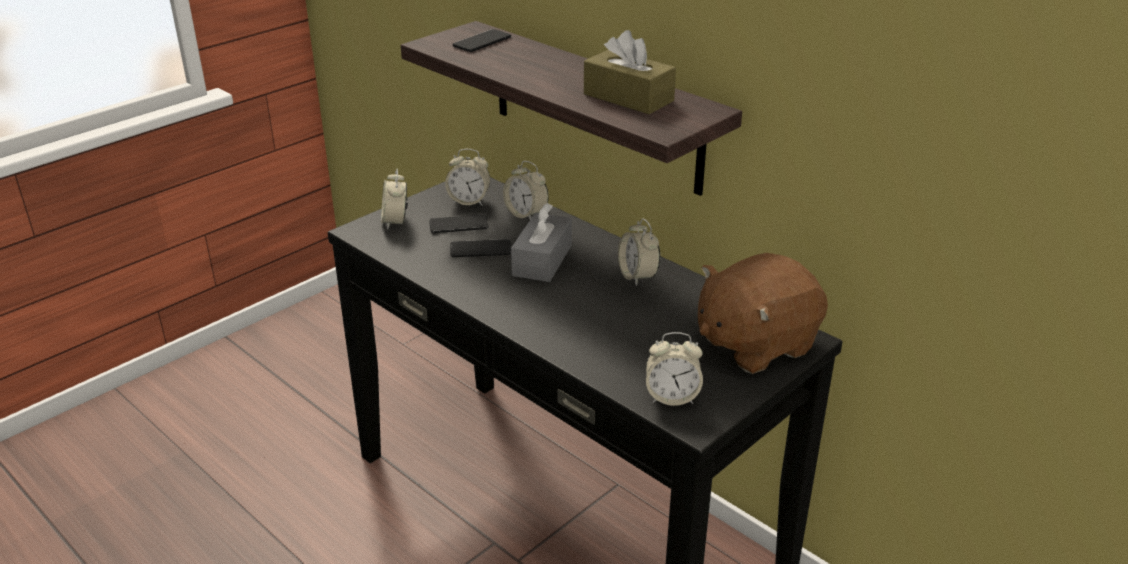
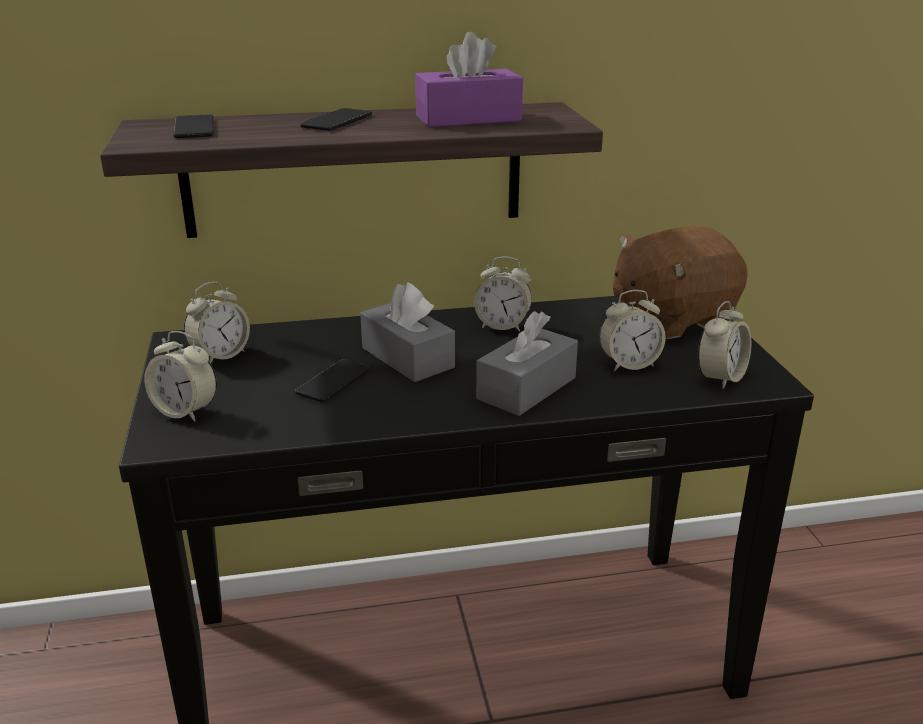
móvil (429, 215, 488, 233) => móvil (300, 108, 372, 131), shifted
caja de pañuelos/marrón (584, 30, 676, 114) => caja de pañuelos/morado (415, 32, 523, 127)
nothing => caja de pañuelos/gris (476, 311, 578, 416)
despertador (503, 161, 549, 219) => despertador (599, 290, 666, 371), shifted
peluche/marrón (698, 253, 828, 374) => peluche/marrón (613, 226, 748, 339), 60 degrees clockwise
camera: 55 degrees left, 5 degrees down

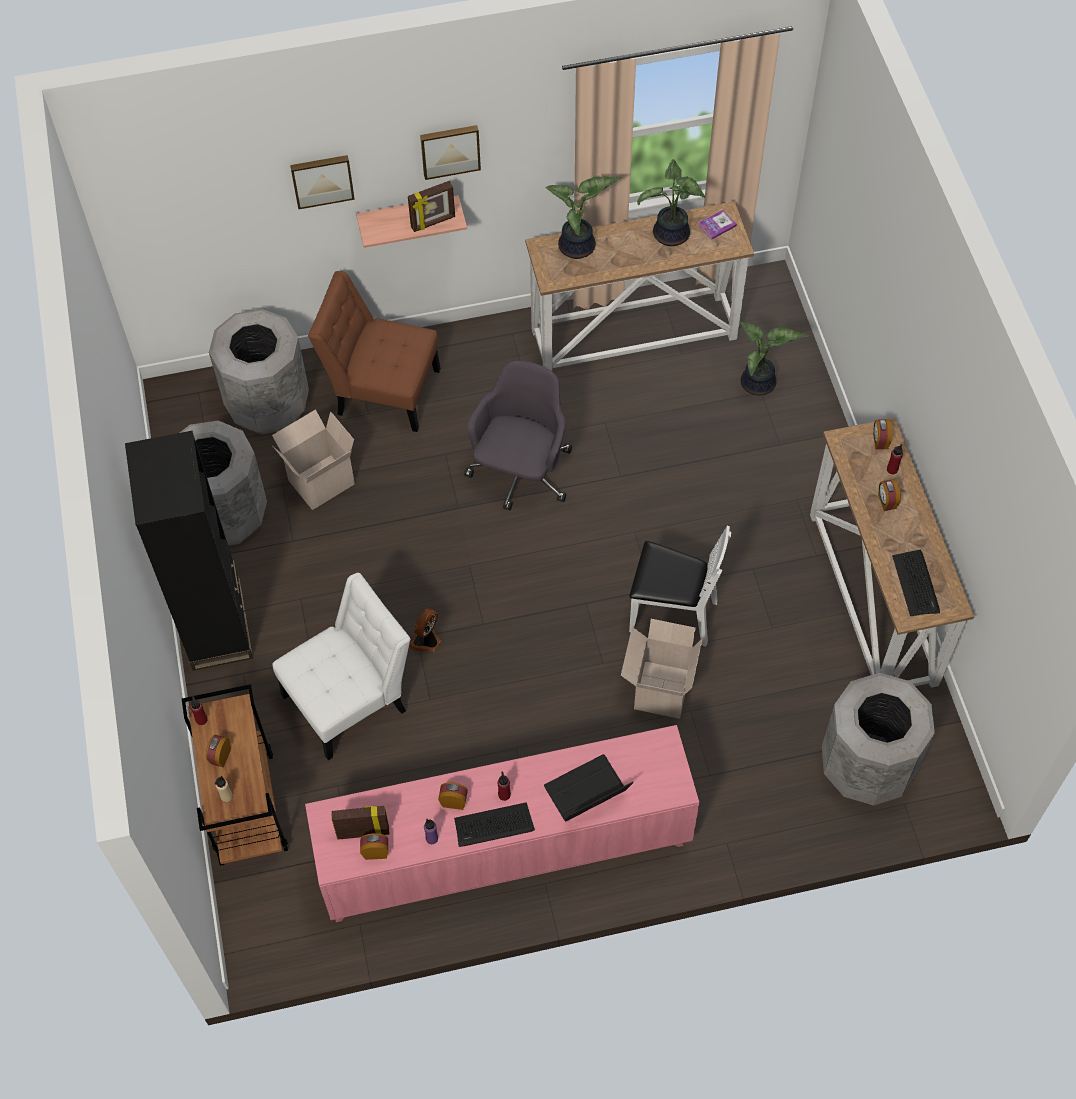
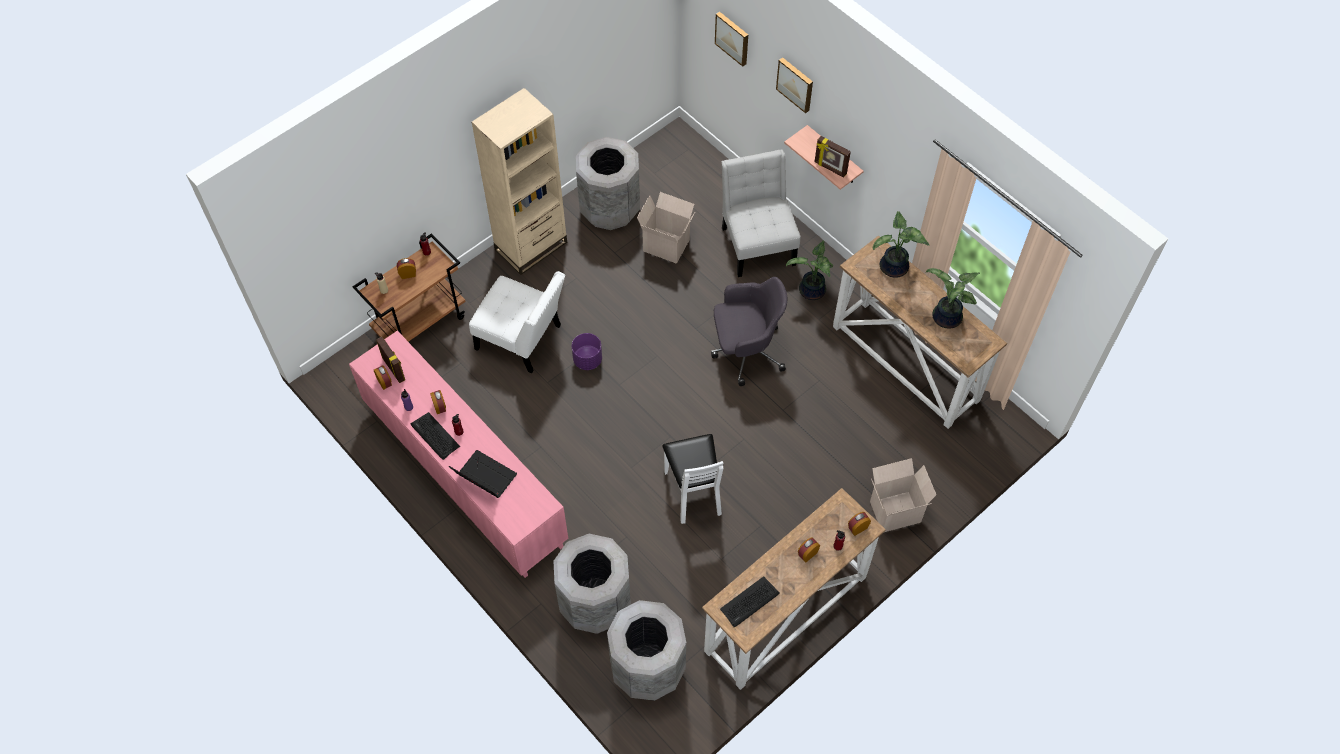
estantería/negro (125, 431, 253, 671) => estantería/beis (472, 88, 567, 275)
papelera/gris (209, 309, 309, 434) => papelera/gris (554, 534, 631, 634), shifted
ventilador (409, 608, 441, 652) => maceta/morado (572, 333, 602, 370)
cuadro (420, 125, 481, 180) => cuadro (715, 12, 748, 67), shifted
silla/marrón (308, 271, 441, 432) => silla/blanco (722, 150, 800, 277)
planta en maceta (740, 322, 809, 396) => planta en maceta (786, 241, 833, 300), shifted
caja de cartón (621, 619, 702, 719) => caja de cartón (870, 458, 936, 532), shifted
libro (698, 210, 737, 240) => nothing
camera: 60 degrees right, 0 degrees up

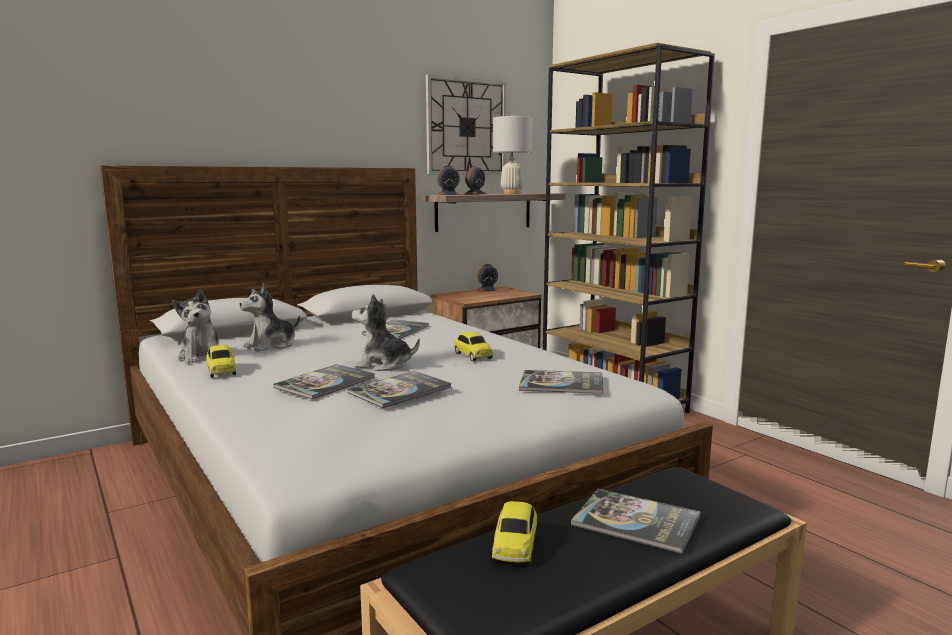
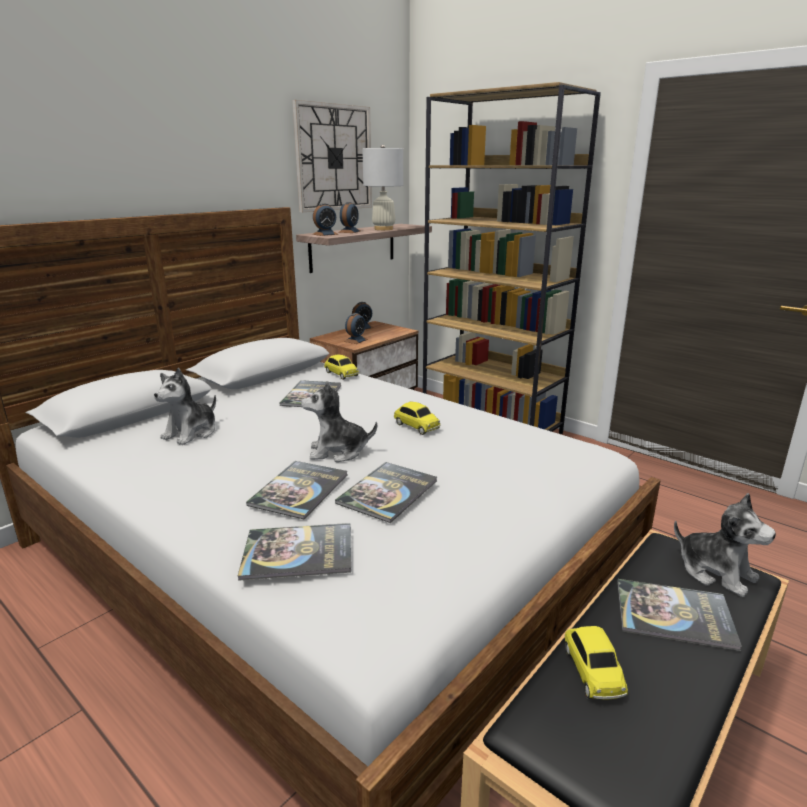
libro (519, 370, 603, 394) => libro (238, 523, 351, 581), shifted
coche de juguete (206, 345, 236, 378) => coche de juguete (324, 354, 359, 380), shifted
nothing => despertador (344, 313, 368, 344)
peluche (172, 289, 219, 364) => peluche (674, 493, 776, 597), shifted
camera: 15 degrees left, 10 degrees up

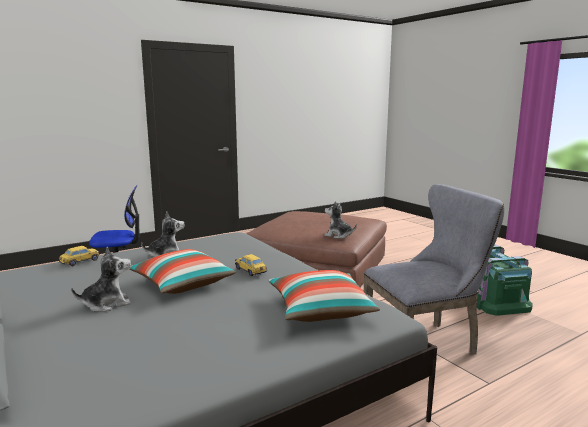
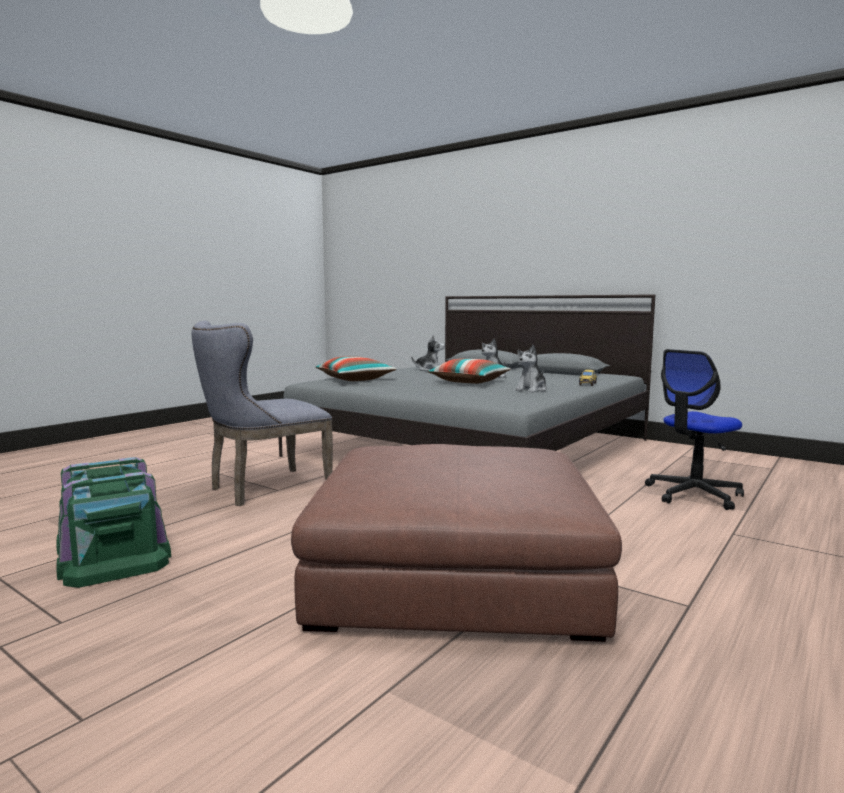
peluche (324, 201, 357, 239) => peluche (411, 335, 445, 371), shifted
coche de juguete (235, 254, 267, 276) => nothing
camera: 160 degrees right, 5 degrees down

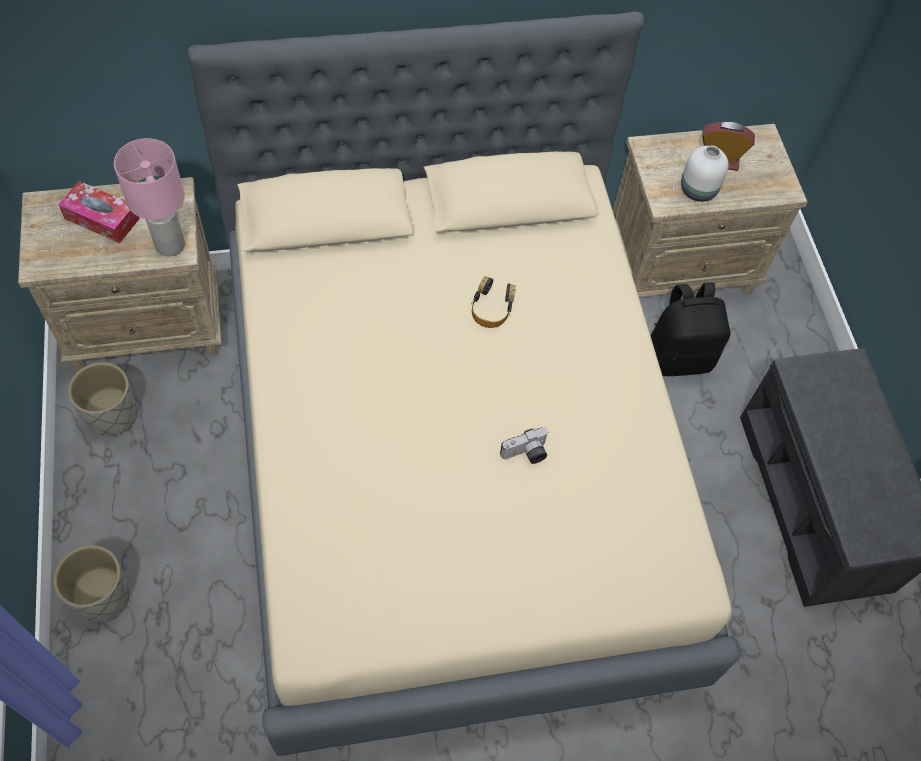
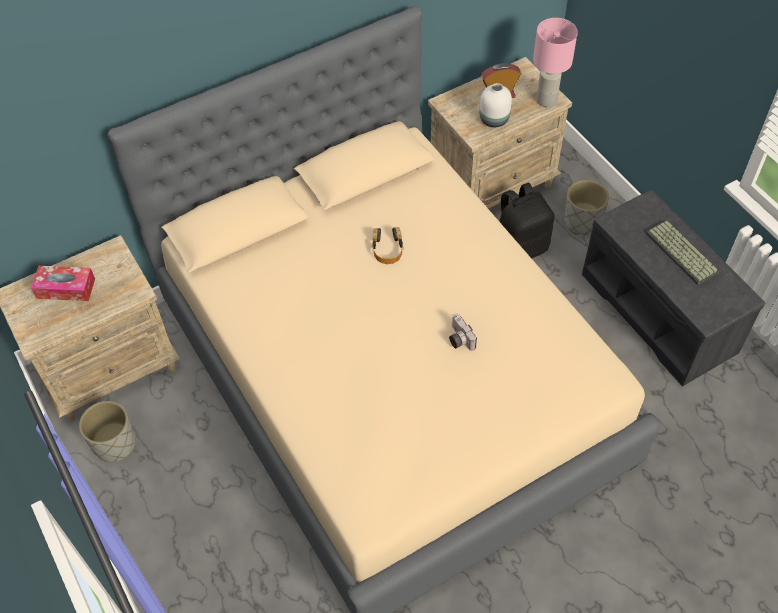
cámara (500, 427, 549, 464) => cámara (449, 313, 477, 351), 105 degrees clockwise
lámpara de mesa/rosa (114, 138, 185, 256) => lámpara de mesa/rosa (533, 18, 578, 107), shifted
maceta/gris (54, 545, 130, 622) => maceta/gris (565, 180, 609, 235), shifted
nothing => teclado (645, 220, 719, 285)
camera: 15 degrees left, 5 degrees down

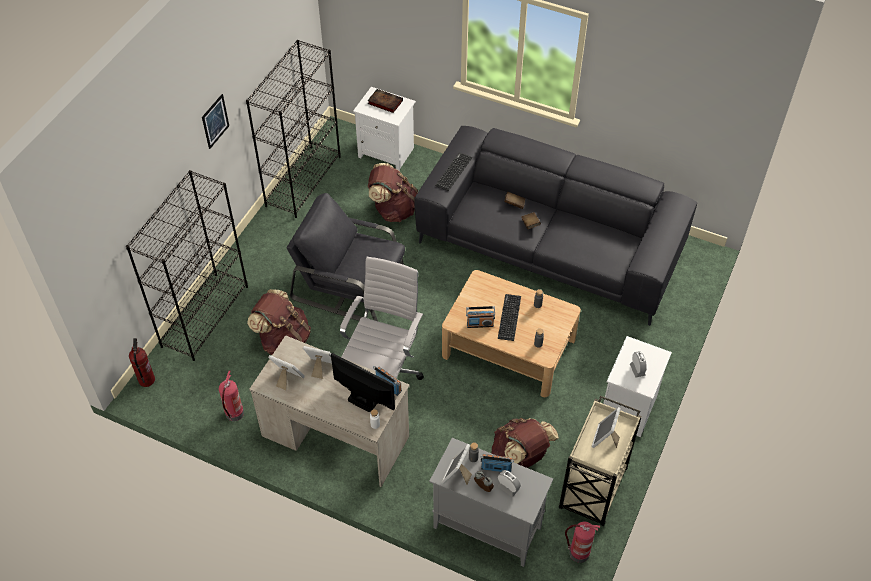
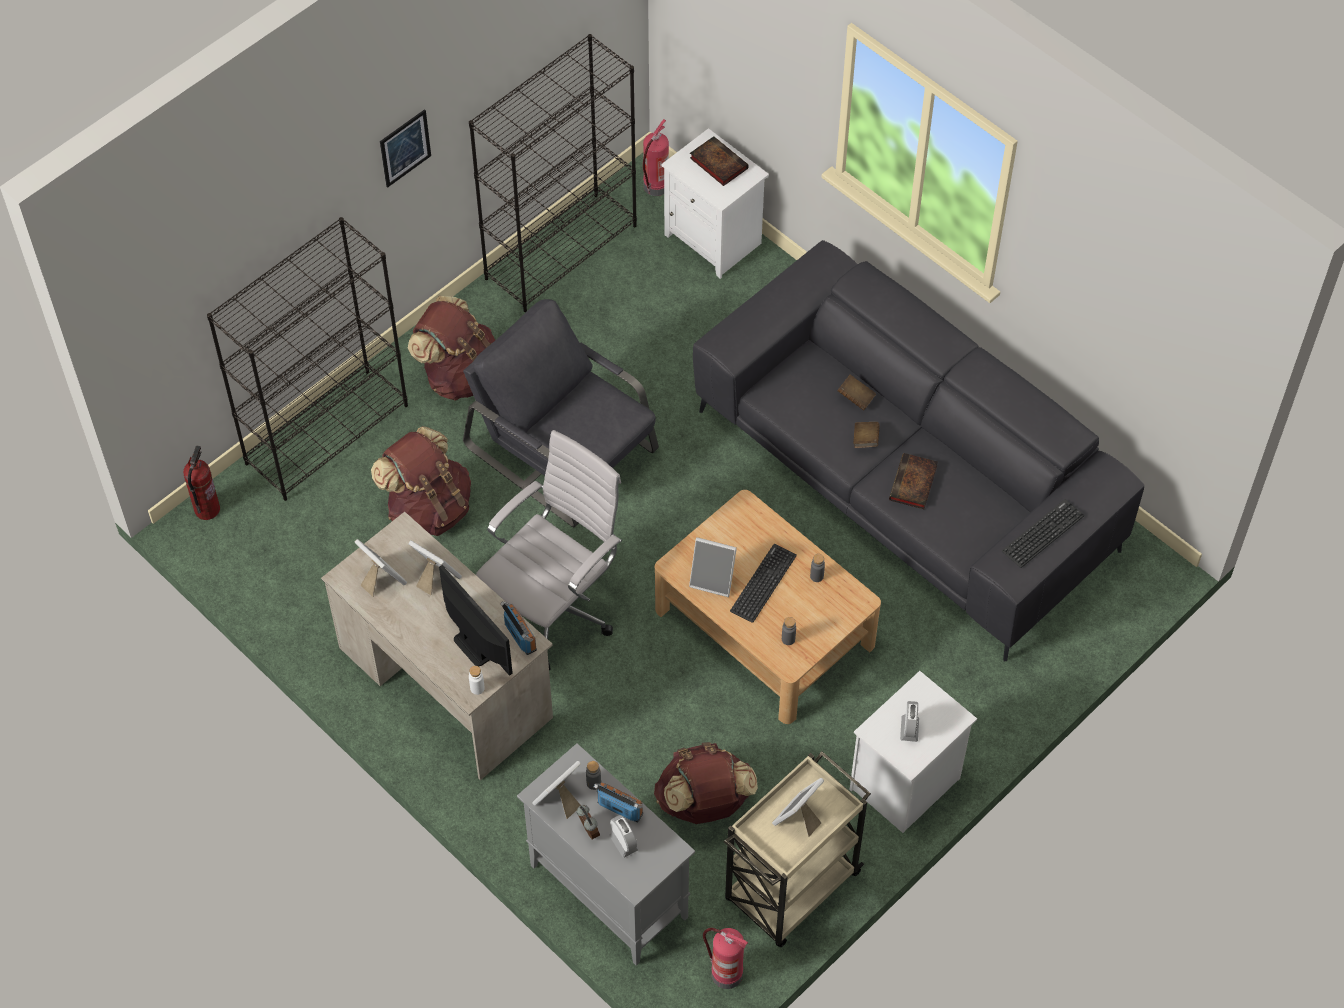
mochila/marrón (368, 163, 418, 222) => mochila/marrón (408, 296, 495, 401), shifted
extintor (219, 371, 244, 421) => extintor (643, 119, 669, 196), shifted
radio (466, 306, 495, 328) => portarretratos (689, 537, 737, 597)
nothing => libro (889, 453, 938, 509)
teclado (435, 152, 472, 191) => teclado (1002, 499, 1084, 568), shifted
camera: 20 degrees right, 5 degrees up

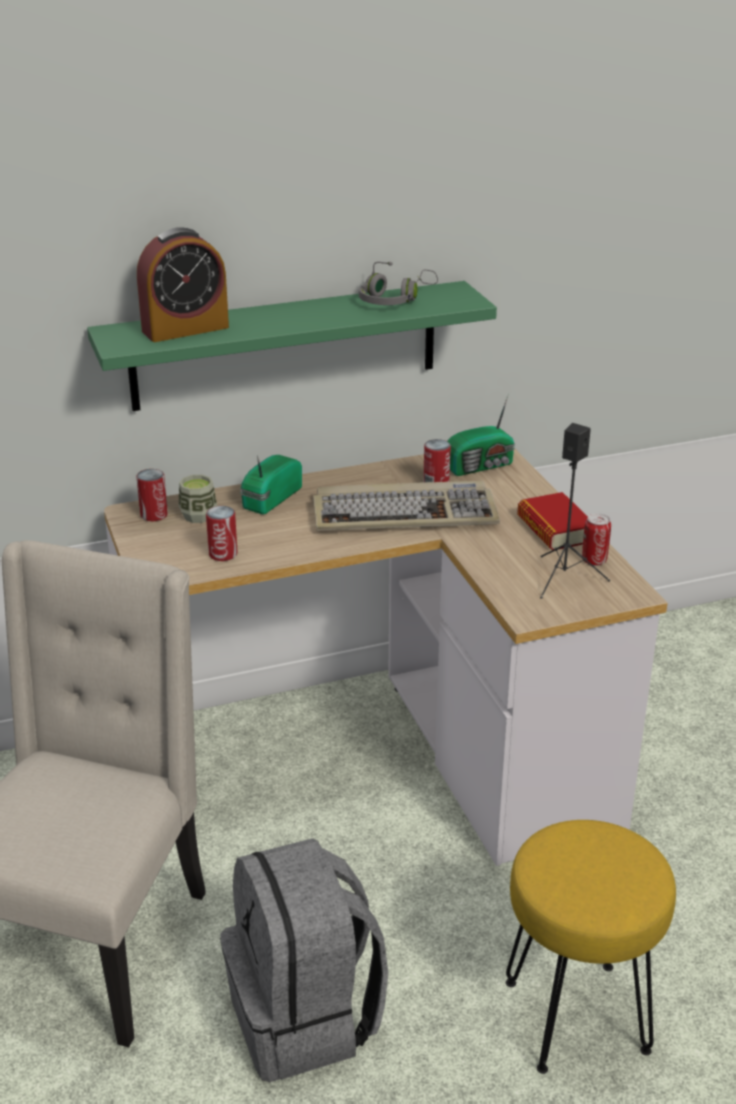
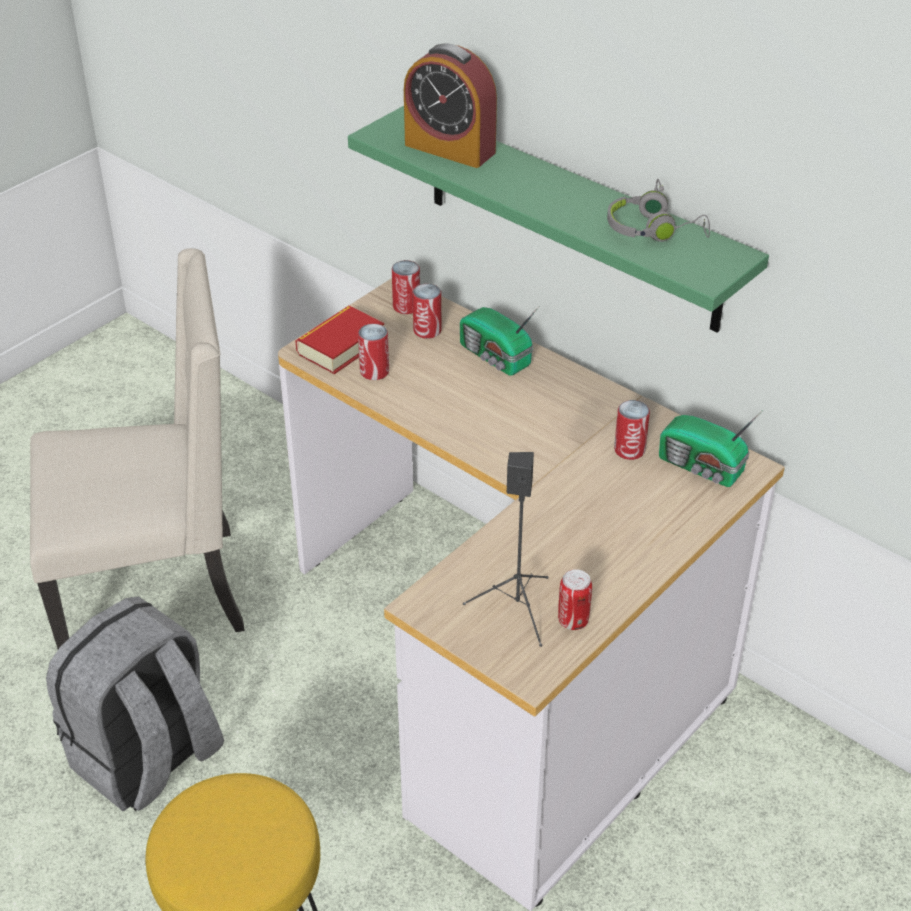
libro (517, 492, 588, 550) => libro (295, 306, 384, 374), shifted
taza (179, 475, 217, 523) => lata (413, 284, 441, 339)
radio (240, 455, 302, 514) => radio (460, 306, 539, 376), 135 degrees counterclockwise
teclado (313, 481, 500, 531) => nothing
camera: 60 degrees right, 10 degrees up

